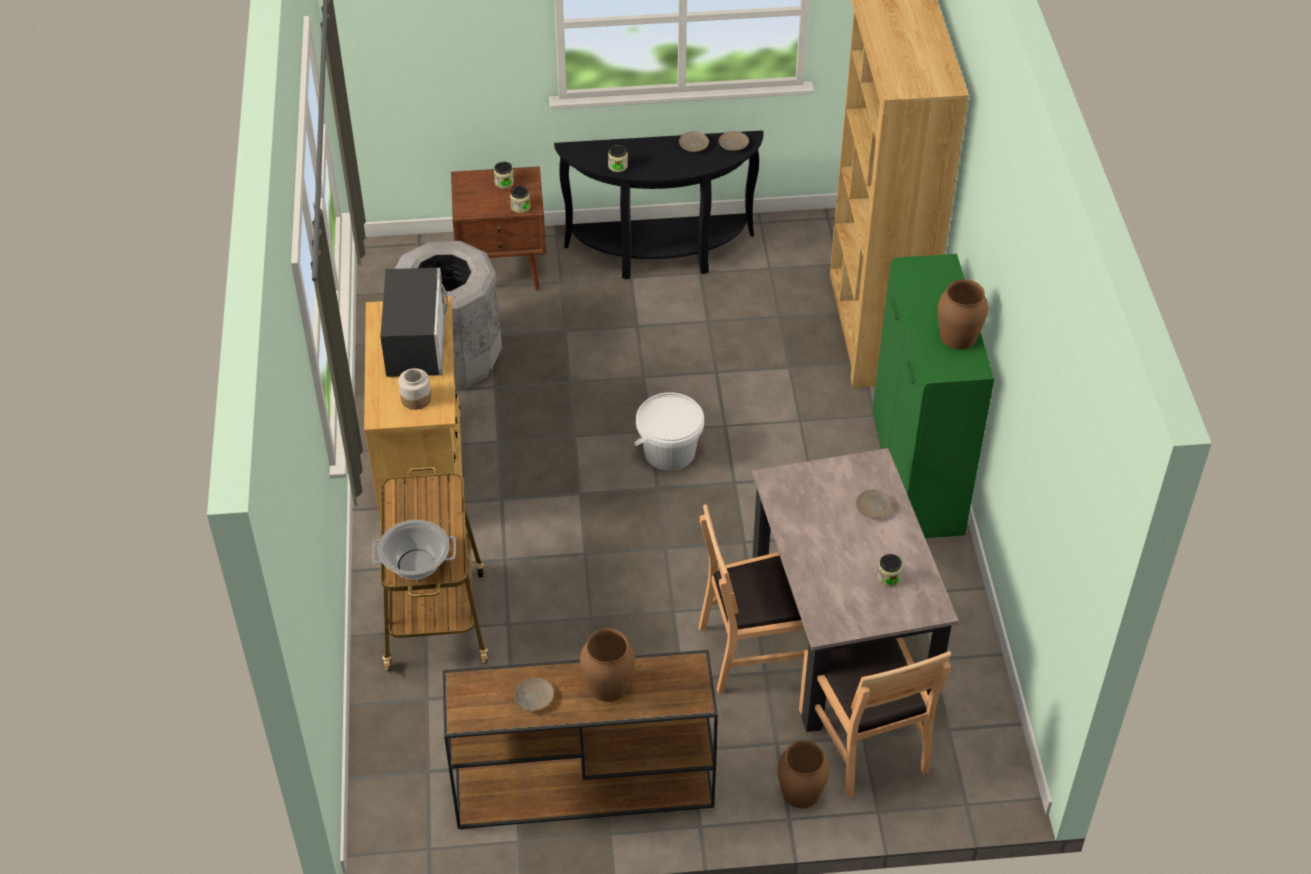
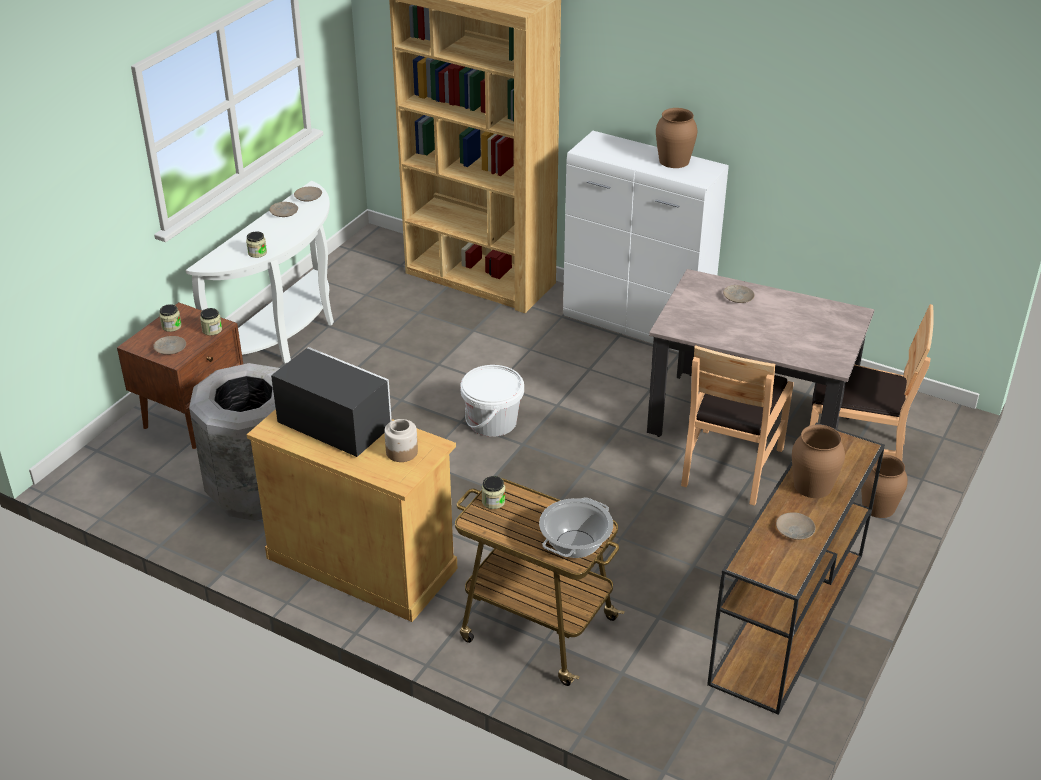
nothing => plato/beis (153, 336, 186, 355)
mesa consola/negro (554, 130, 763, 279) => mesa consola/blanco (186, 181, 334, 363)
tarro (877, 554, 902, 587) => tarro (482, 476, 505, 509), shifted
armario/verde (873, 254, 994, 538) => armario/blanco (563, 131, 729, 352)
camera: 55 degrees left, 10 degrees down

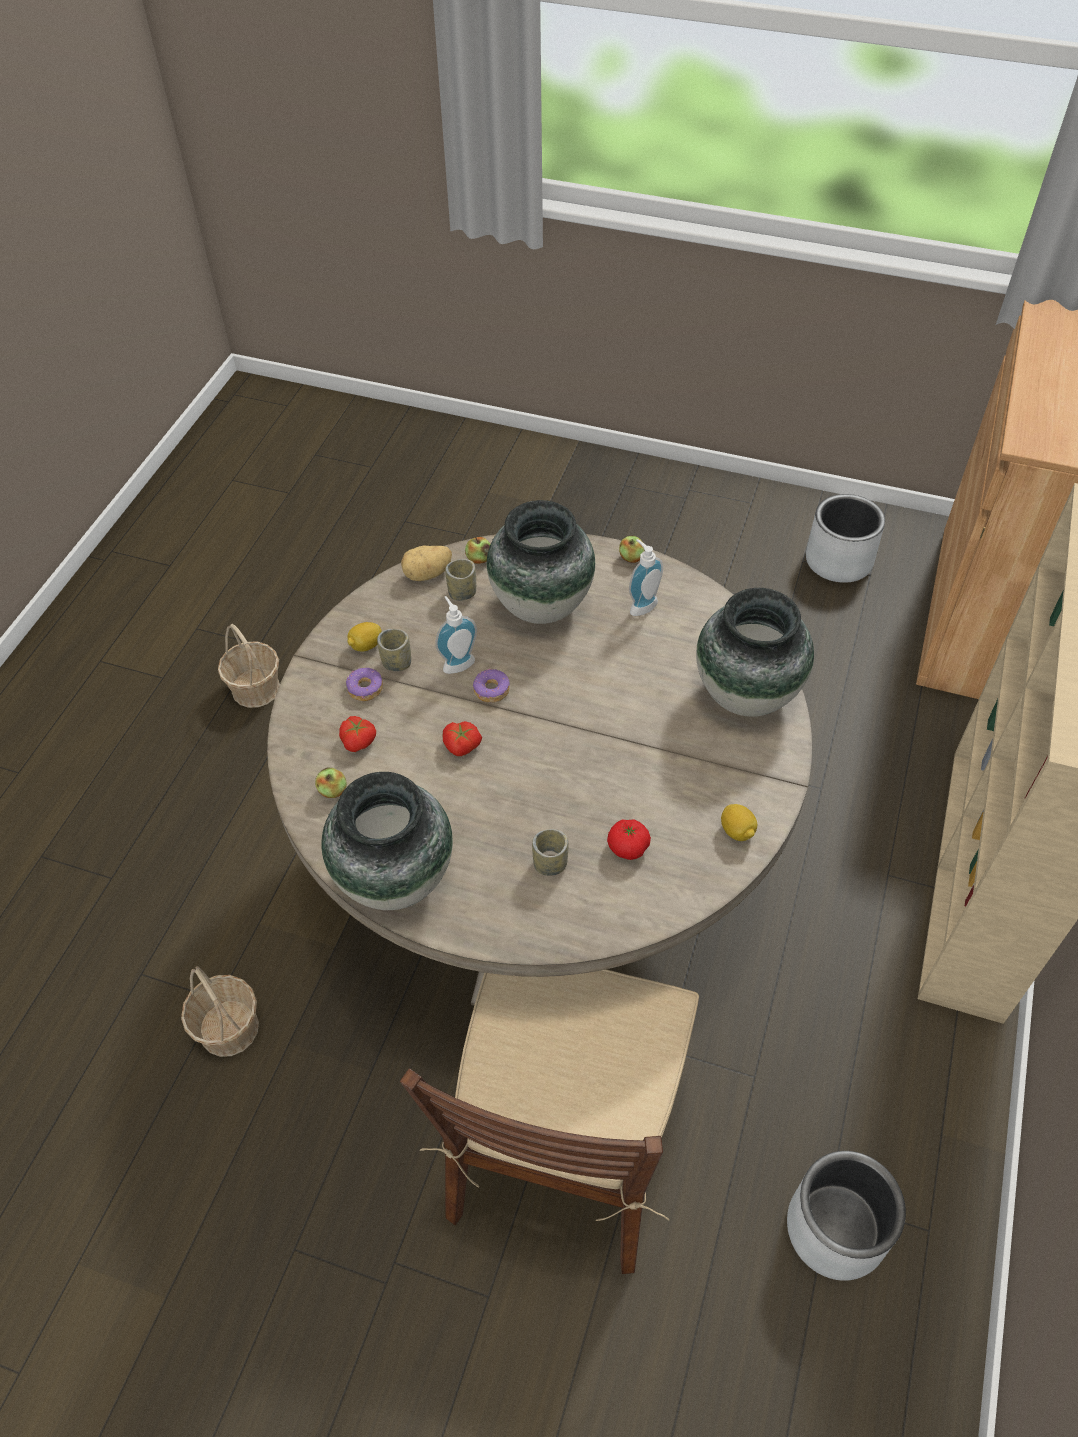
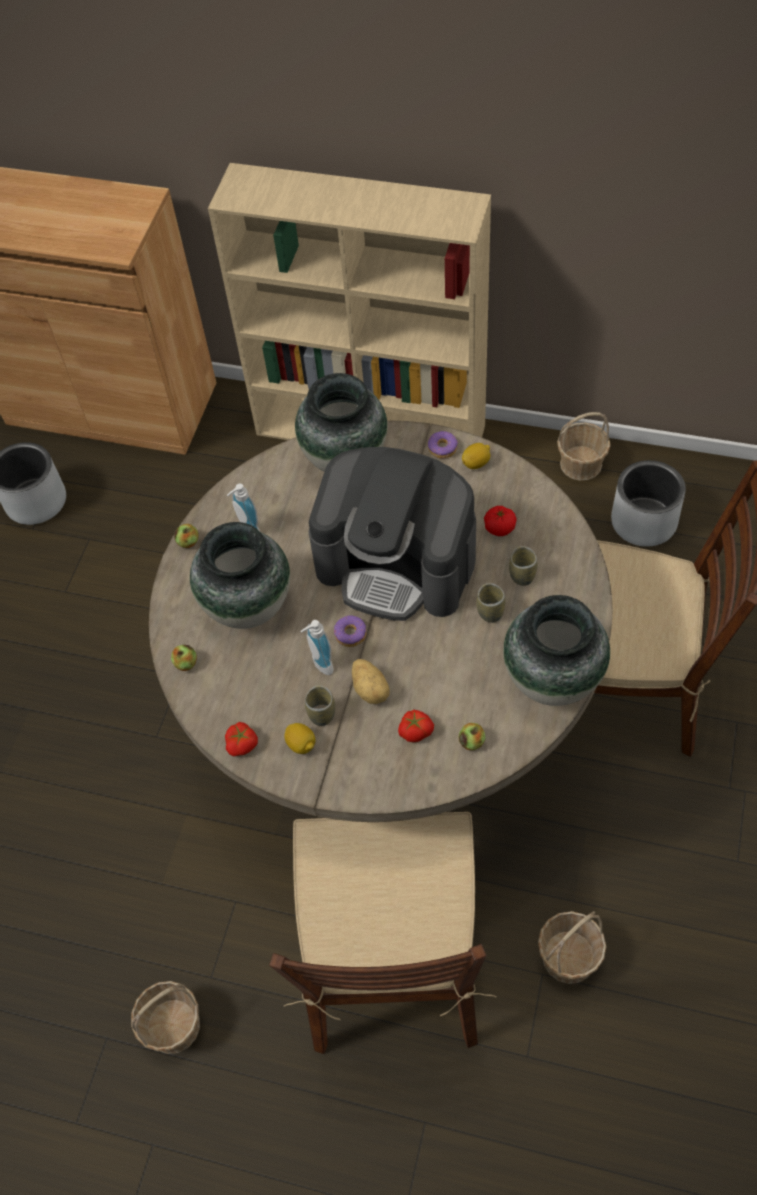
tomate (443, 721, 482, 756) => tomate (225, 722, 258, 756), shifted
nothing => silla/marrón (269, 812, 497, 1054)
nothing => cafetera (308, 447, 476, 621)
patata (401, 545, 452, 581) => patata (352, 659, 390, 704), shifted
rosquilla (346, 668, 383, 701) => rosquilla (428, 431, 458, 459), shifted
taza (445, 559, 476, 601) => taza (476, 583, 505, 623), shifted
nothing => cesta (557, 412, 611, 481)
camera: 90 degrees left, 5 degrees up

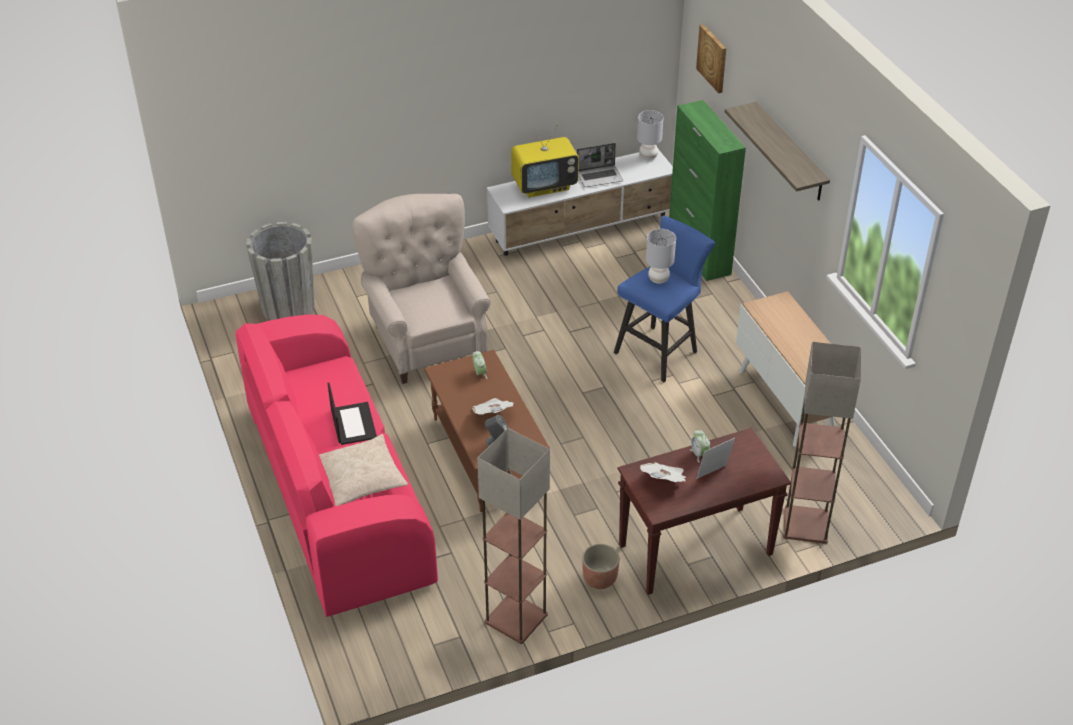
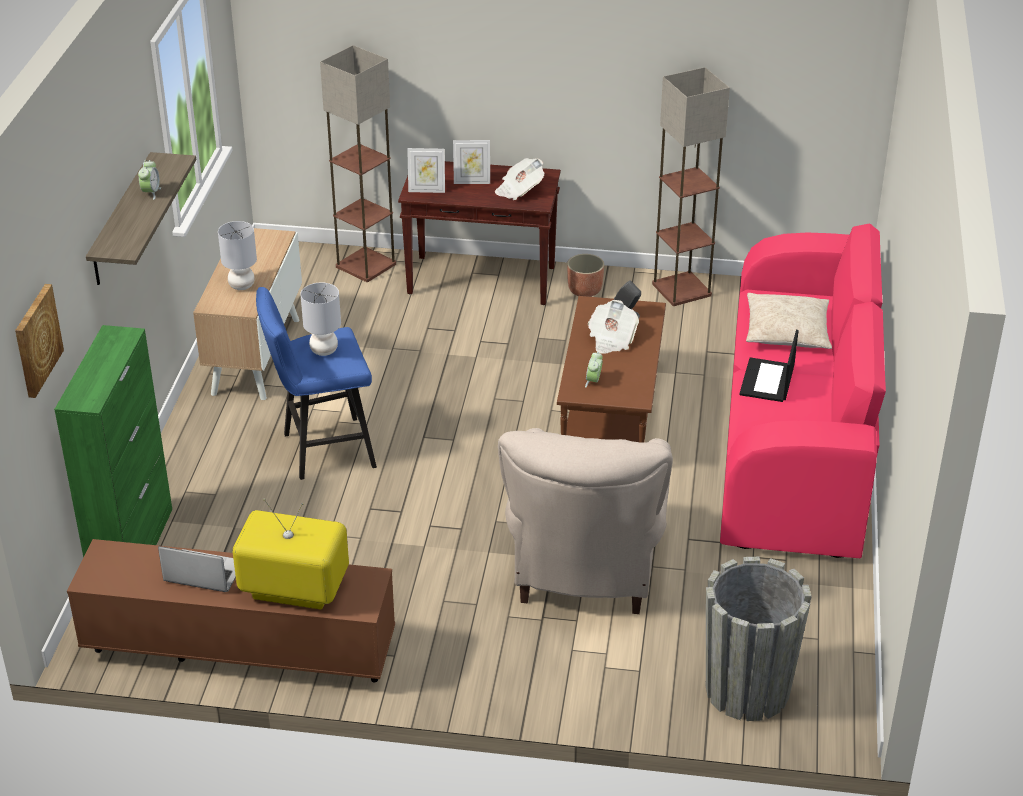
mueble de televisión/blanco (487, 149, 673, 256) => mueble de televisión/marrón (67, 539, 395, 682)
despertador (690, 430, 710, 463) => despertador (138, 160, 161, 200), shifted
lámpara de mesa/gris (637, 110, 663, 160) => lámpara de mesa/gris (218, 221, 257, 290), shifted
nothing => portarretratos (407, 148, 445, 193)
camera: 150 degrees left, 5 degrees down

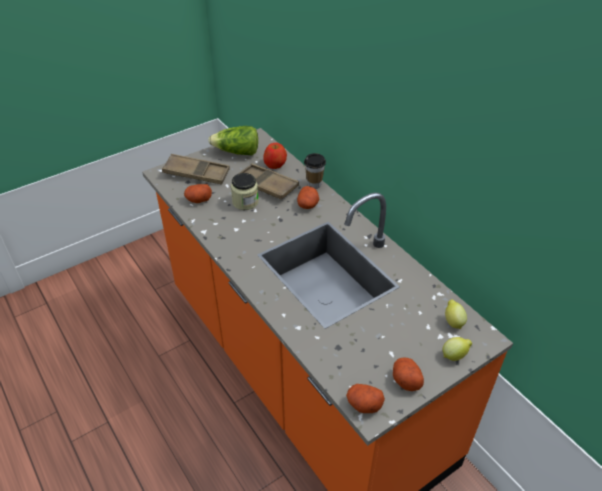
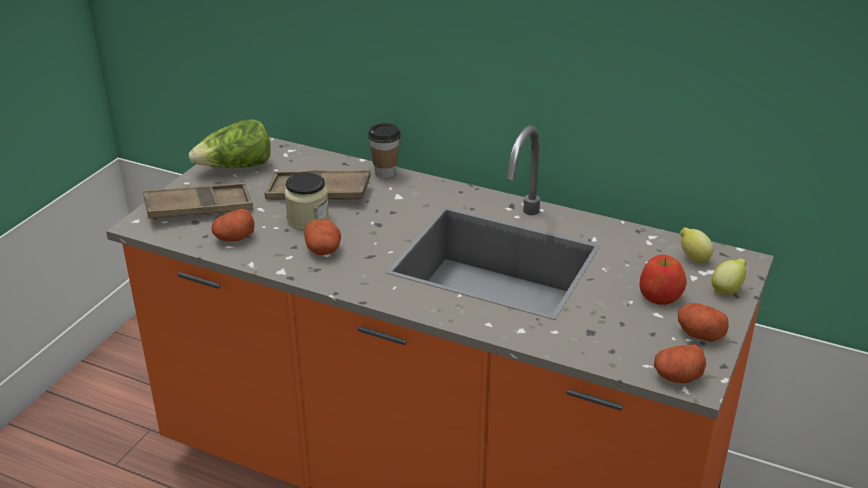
patata (297, 186, 319, 209) => patata (304, 219, 341, 255), shifted
manzana (263, 143, 287, 169) => manzana (640, 255, 687, 305), shifted
camera: 30 degrees left, 10 degrees down

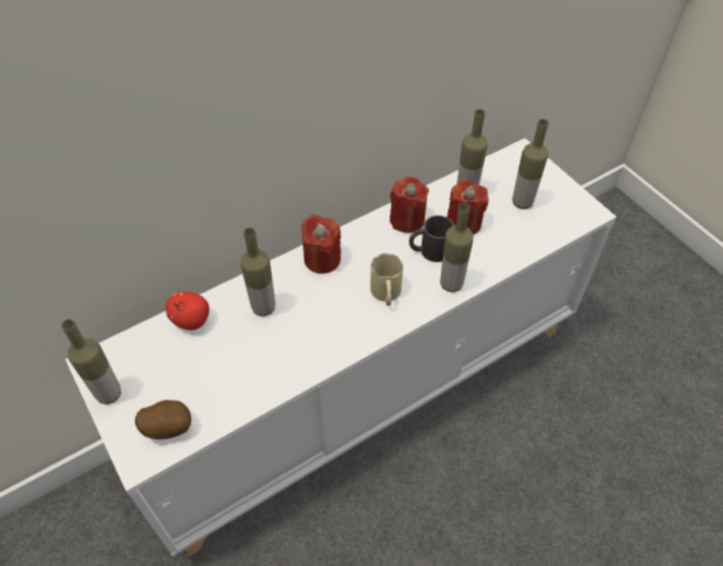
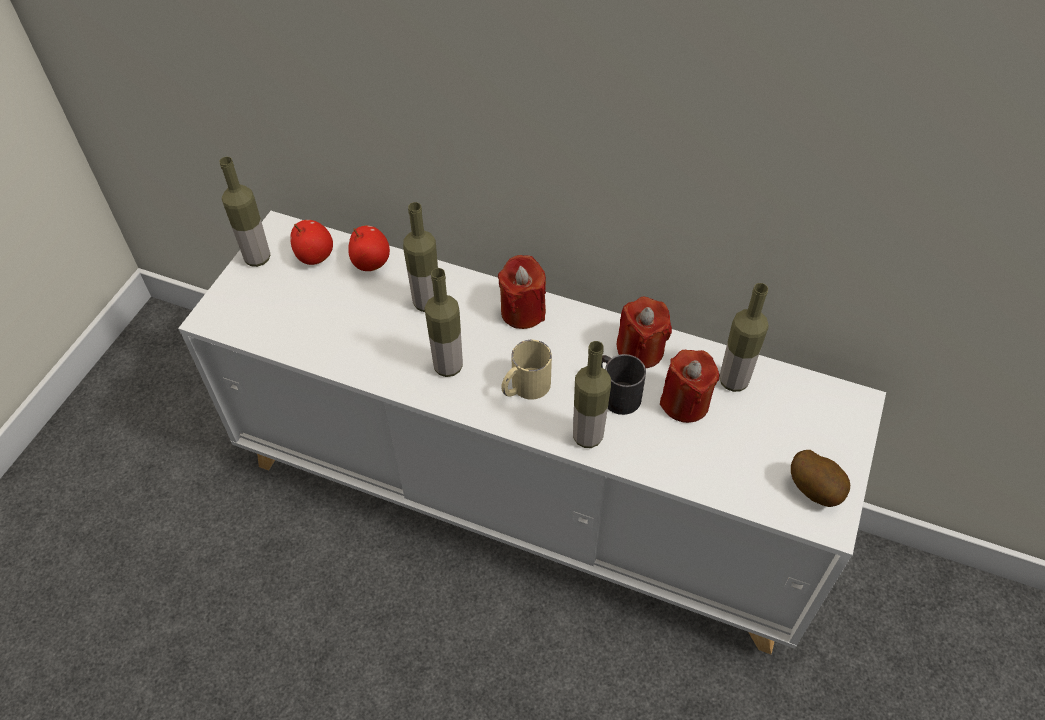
nothing => manzana (290, 220, 333, 265)
botella (512, 119, 548, 209) => botella (424, 268, 463, 377), shifted
patata (135, 400, 191, 440) => patata (791, 450, 850, 507), shifted
camera: 55 degrees right, 0 degrees up

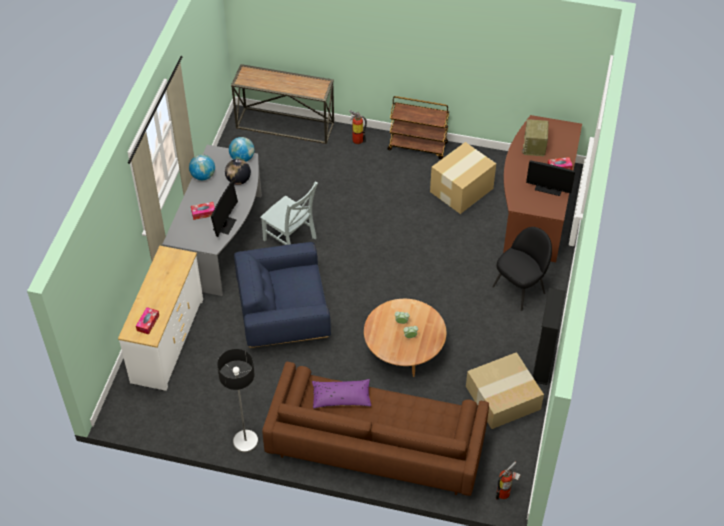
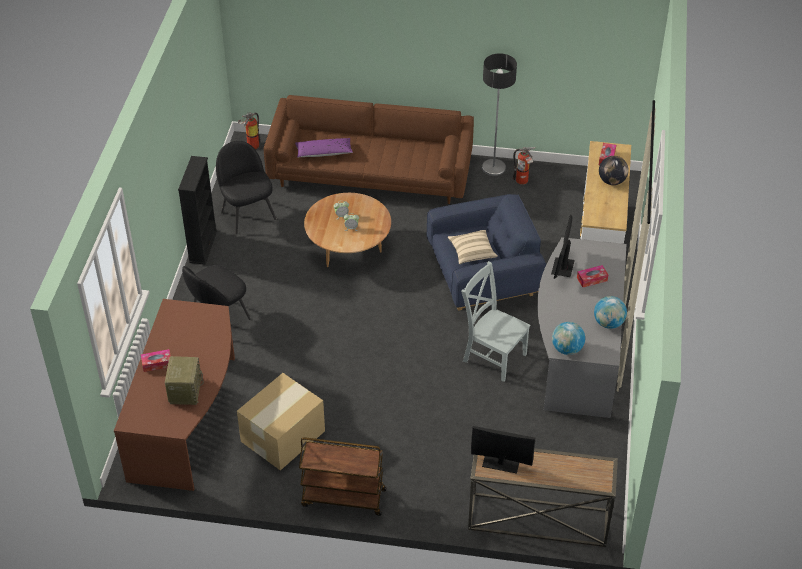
caja de cartón (466, 352, 544, 429) => silla/negro (216, 141, 276, 234)
cojín/morado (312, 379, 371, 409) => cojín/morado (295, 138, 353, 157), shifted
nothing => cojín/beis (448, 230, 498, 264)
monitor (526, 160, 575, 196) => monitor (471, 426, 535, 474), shifted
extintor (349, 110, 367, 144) => extintor (513, 147, 535, 185), shifted
globo terráqueo (225, 159, 251, 185) => globo terráqueo (599, 156, 629, 185), shifted
camera: 175 degrees right, 5 degrees down

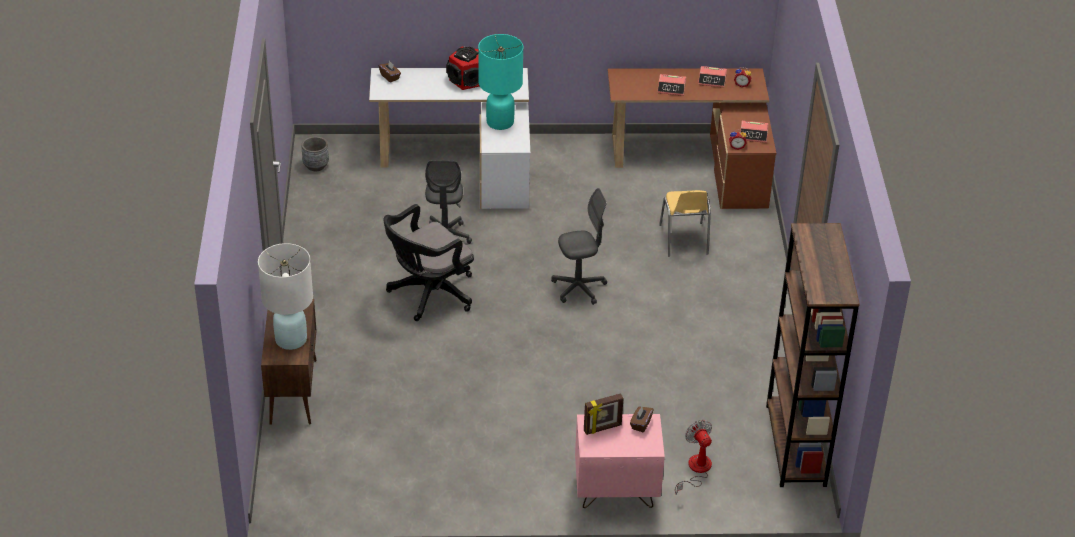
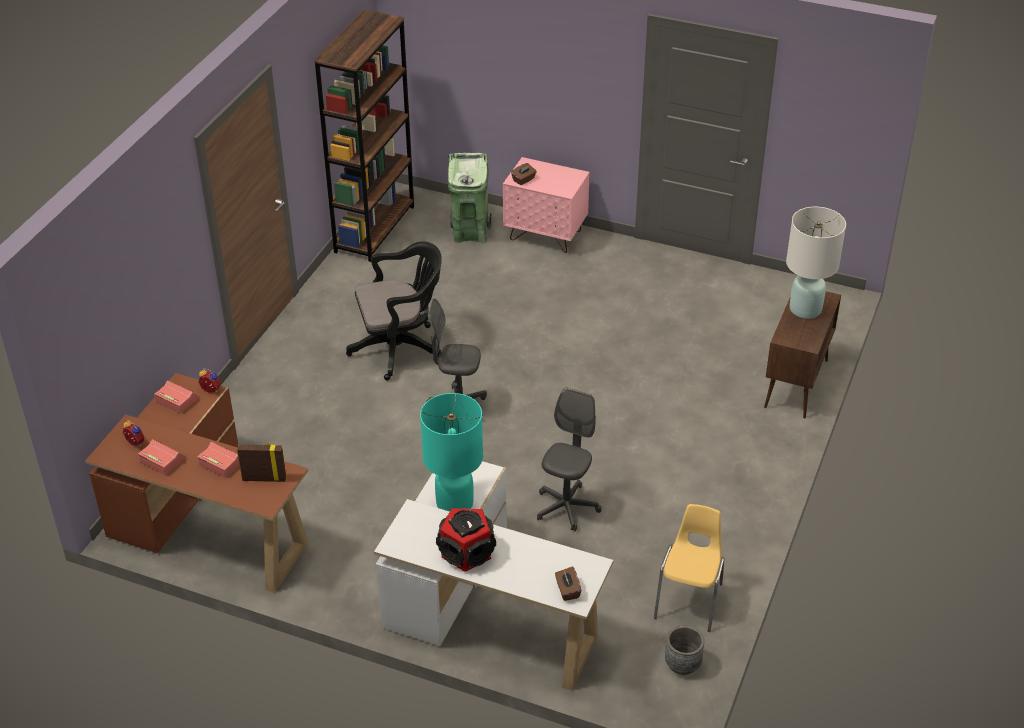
portarretratos (584, 393, 623, 435) => portarretratos (237, 443, 286, 482), shifted
silla de oficina/negro (383, 204, 474, 321) => silla de oficina/negro (346, 242, 442, 381), shifted
ventilador (675, 420, 712, 495) => papelera/verde (447, 153, 492, 243)
silla/amarillo (659, 190, 711, 257) => silla/amarillo (654, 504, 724, 632), shifted
camera: 155 degrees left, 0 degrees up

